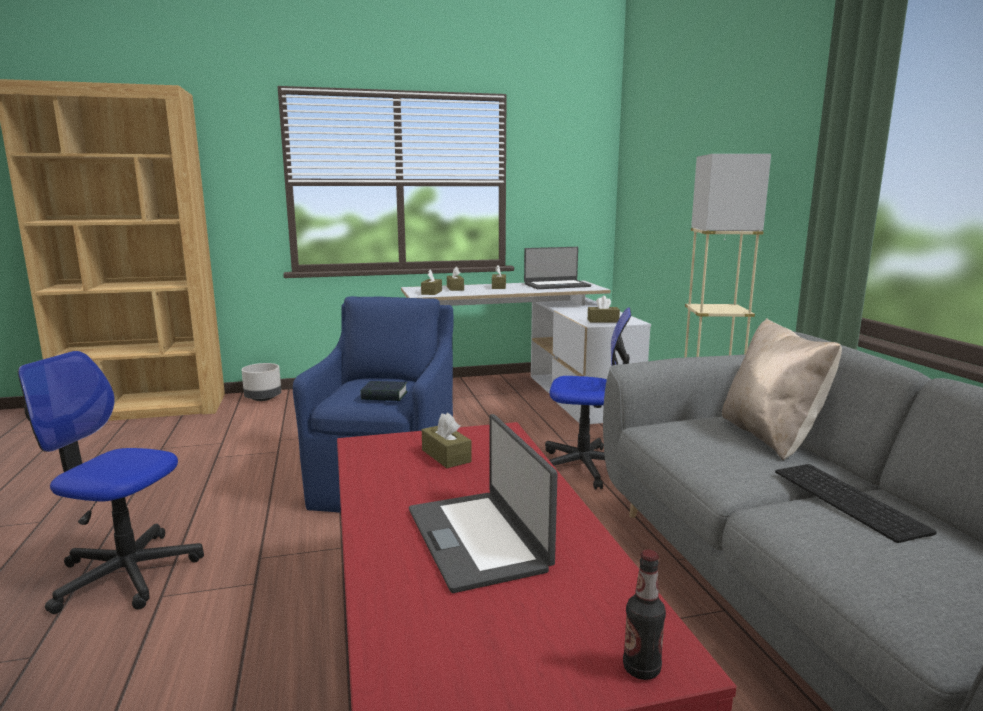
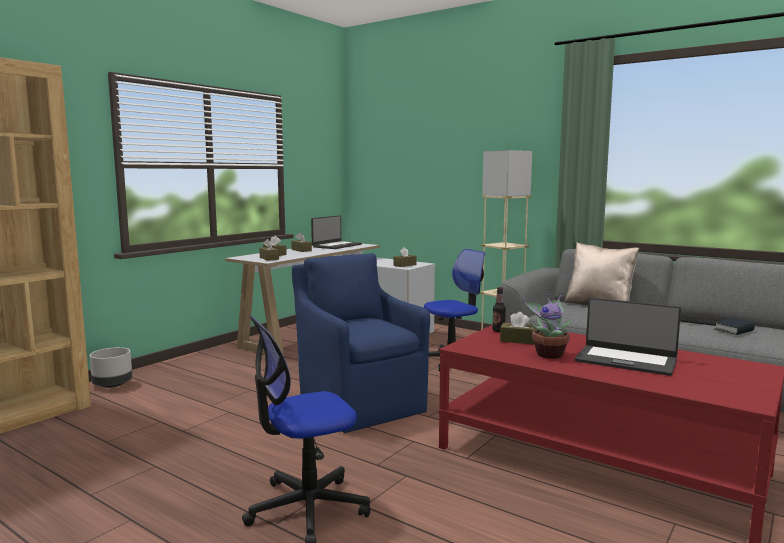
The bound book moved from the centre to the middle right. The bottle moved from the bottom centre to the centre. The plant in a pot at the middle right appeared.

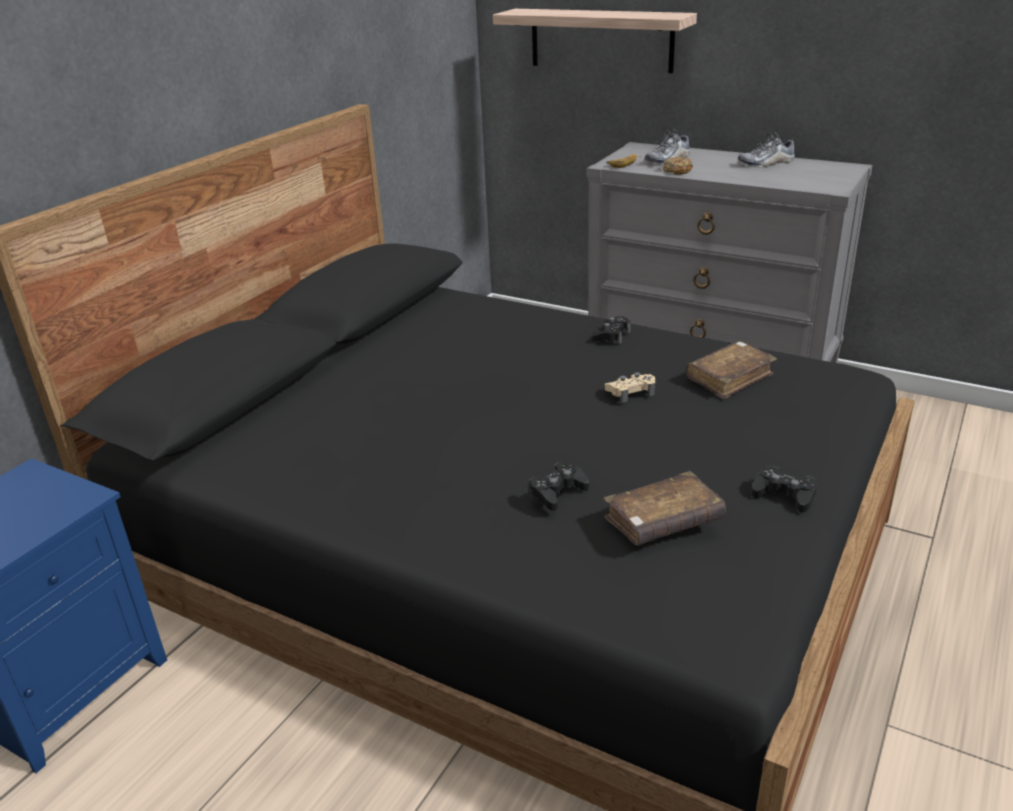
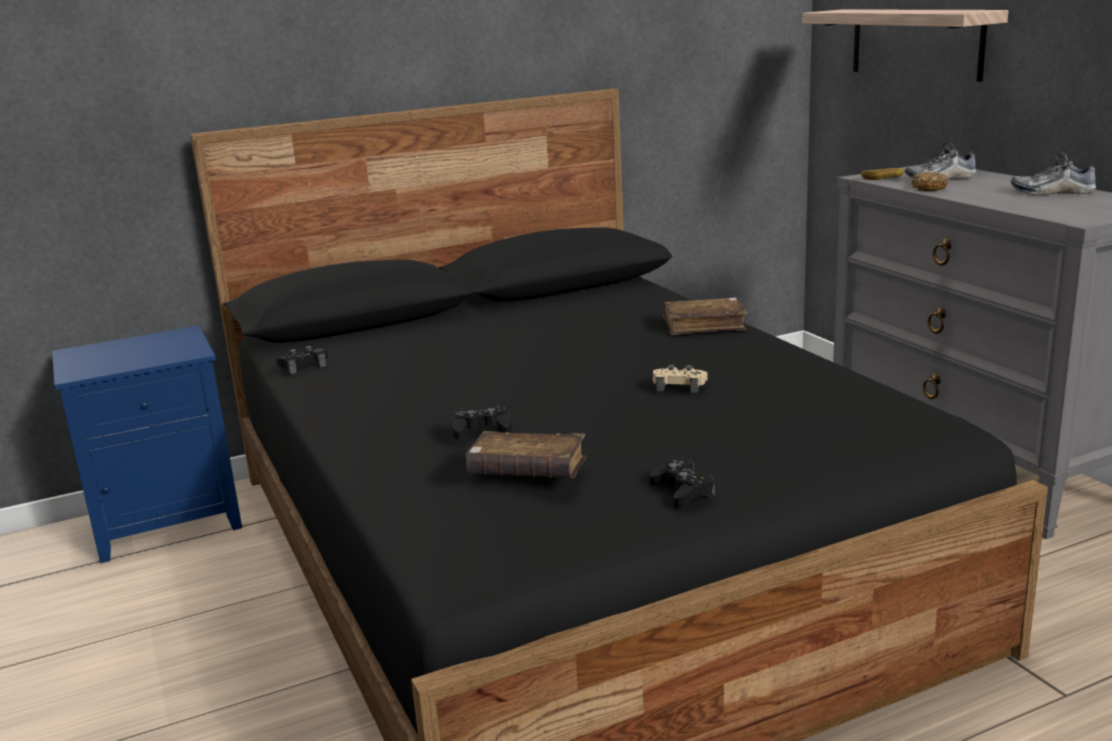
The blackish gamepad (no. 2 from left in the first image) moved from the centre to the middle left. The brown-coloured bound book (no. 2 from left) moved from the middle right to the centre.

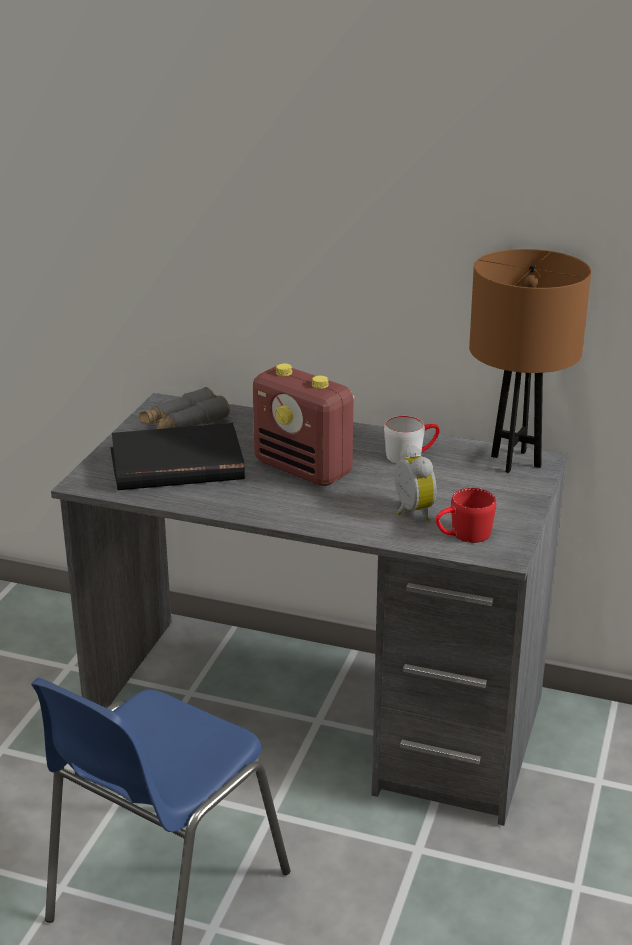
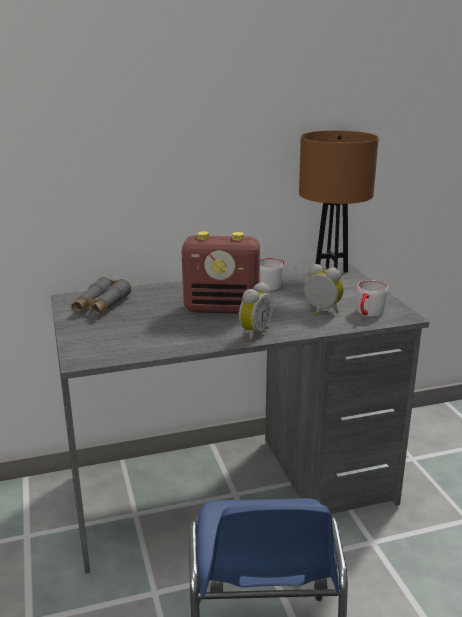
The blackish bound book at the middle left disappeared. The red coffee mug at the middle right became the grey coffee mug (no. 2 from left) at the middle right. The bedside clock (no. 1 from left) at the centre appeared.

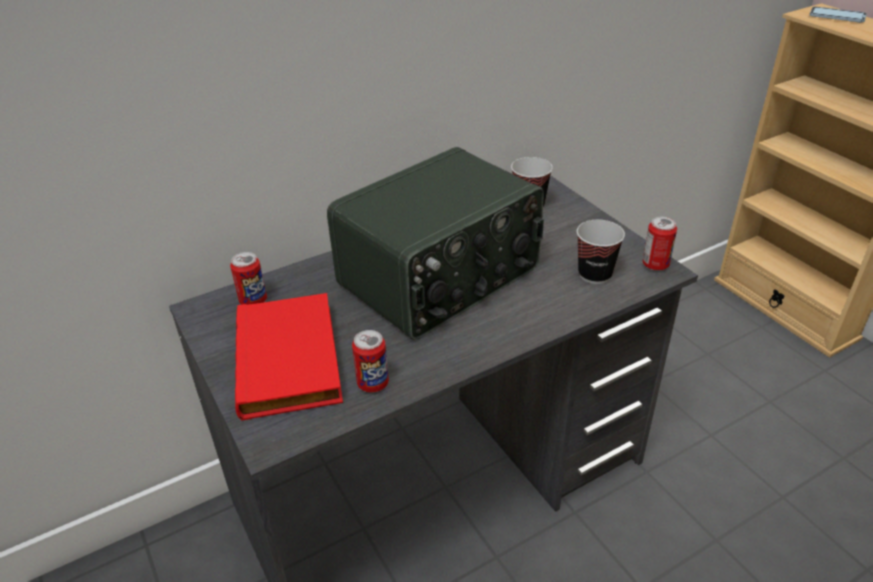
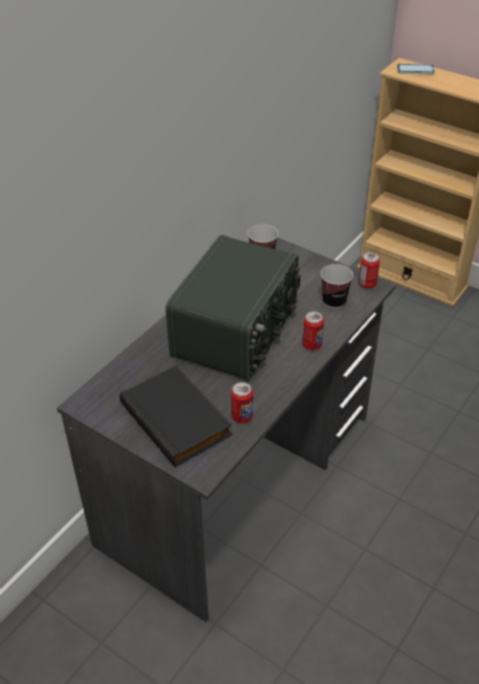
The metal can (no. 1 from left in the first image) moved from the middle left to the centre. The red bound book at the middle left became the blackish bound book at the centre.

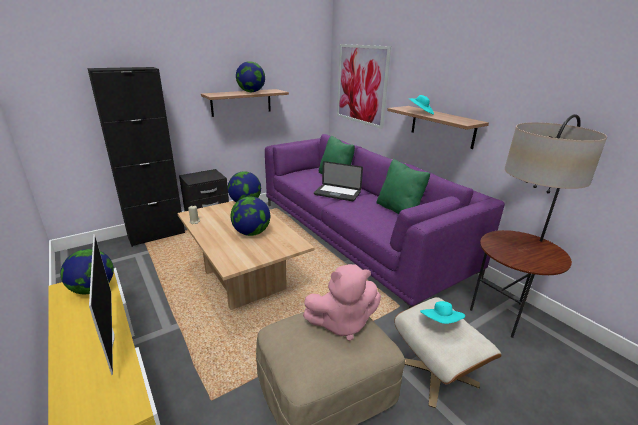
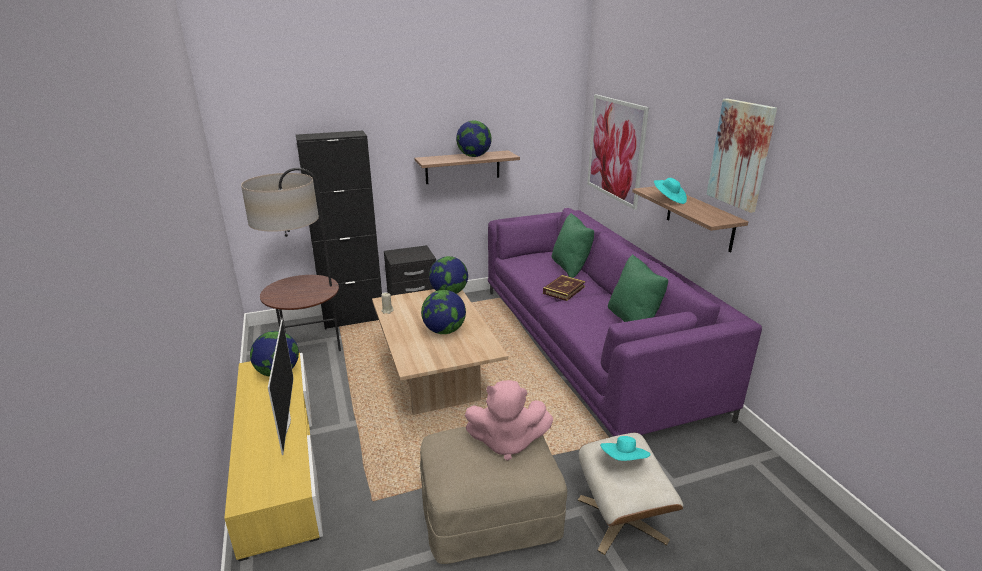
The notebook computer at the centre was replaced by the bound book at the centre. The floor lamp moved from the middle right to the middle left. The picture (no. 2 from left) at the top right appeared.

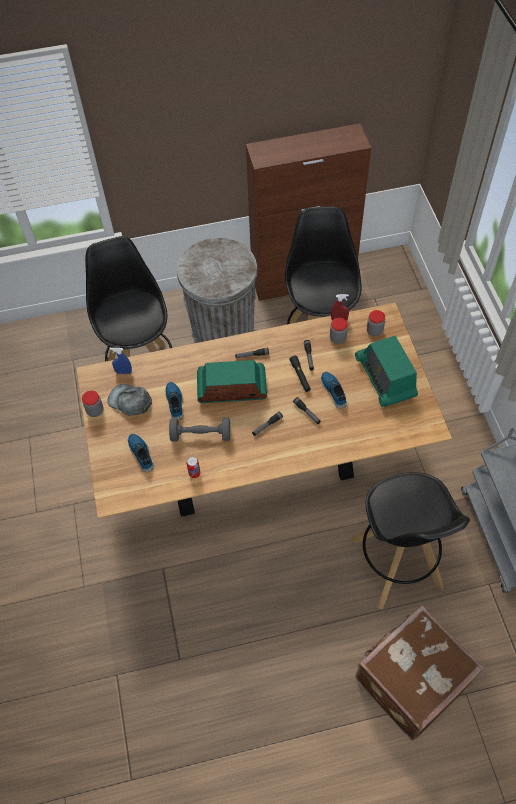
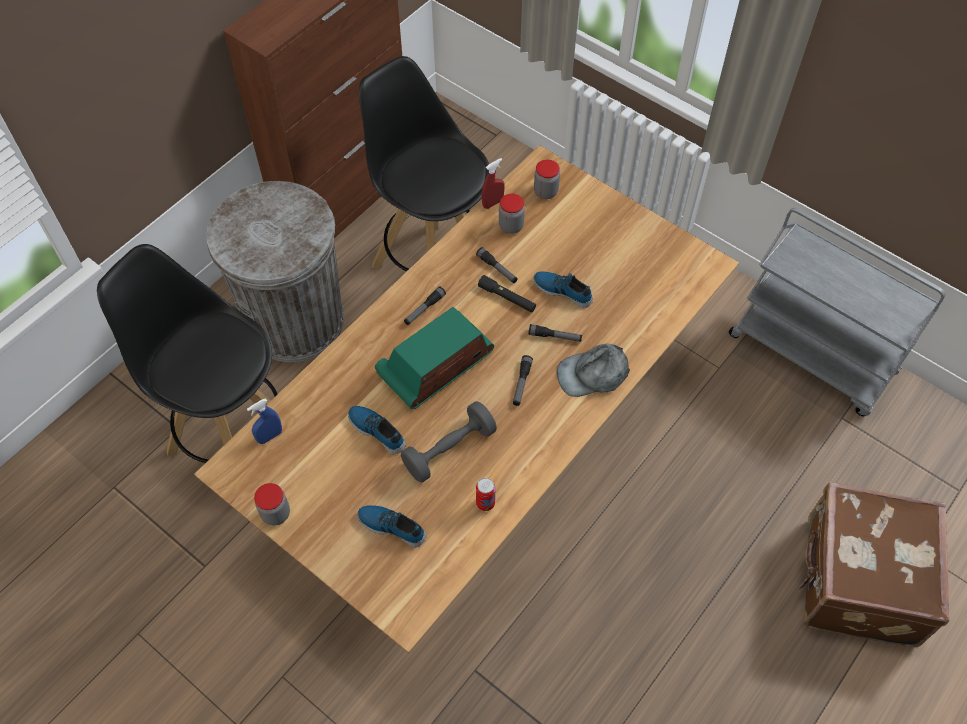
The grey cap moved from the middle left to the centre. The blackish sitting stool (no. 3 from left) at the bottom right disappeared. The radio (no. 2 from left) at the middle right disappeared.

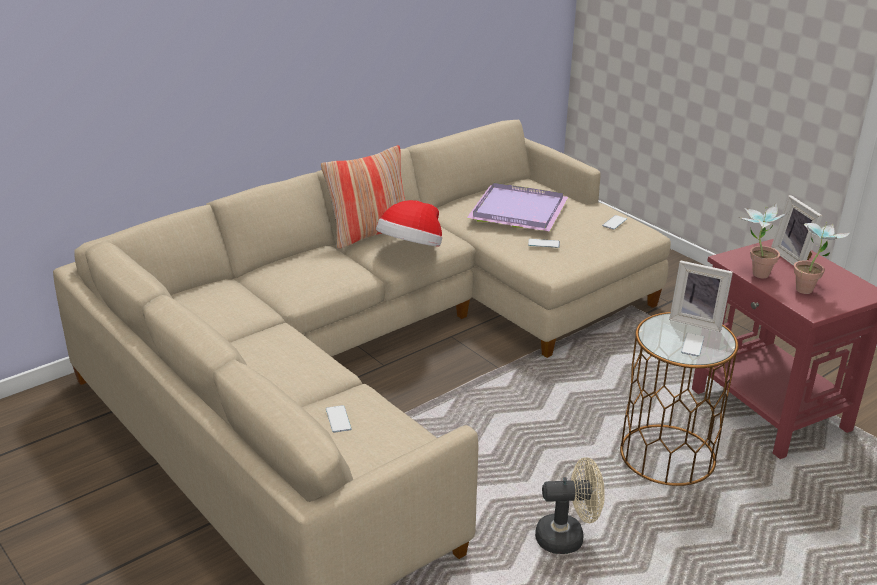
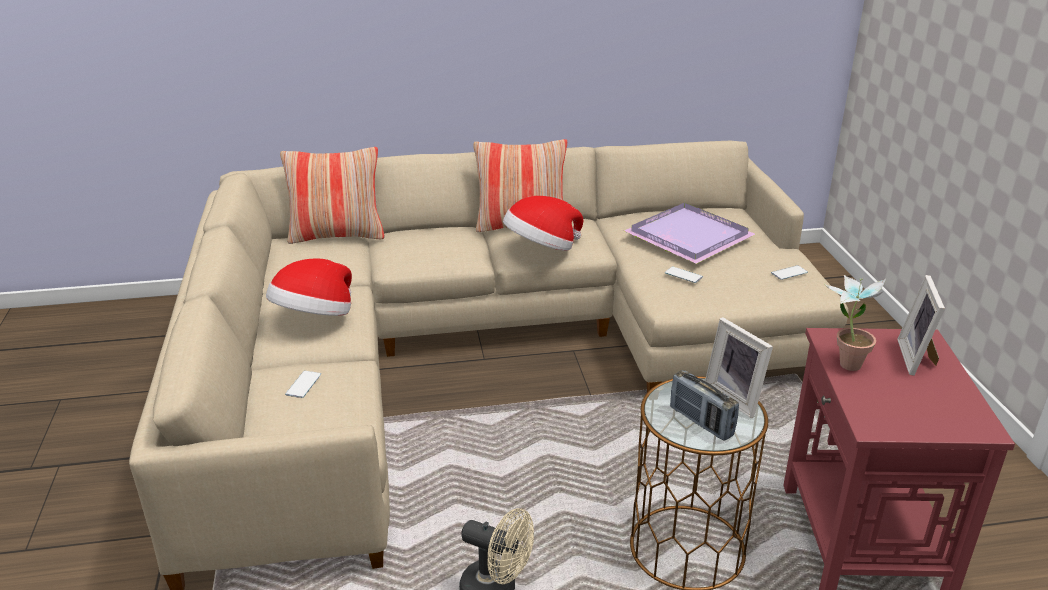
The handset (no. 4 from left) at the middle right was replaced by the radio at the bottom right. The plant in a pot (no. 2 from left) at the middle right disappeared. The clothing hat (no. 1 from left) at the middle left appeared. The pillow (no. 1 from left) at the top left appeared.

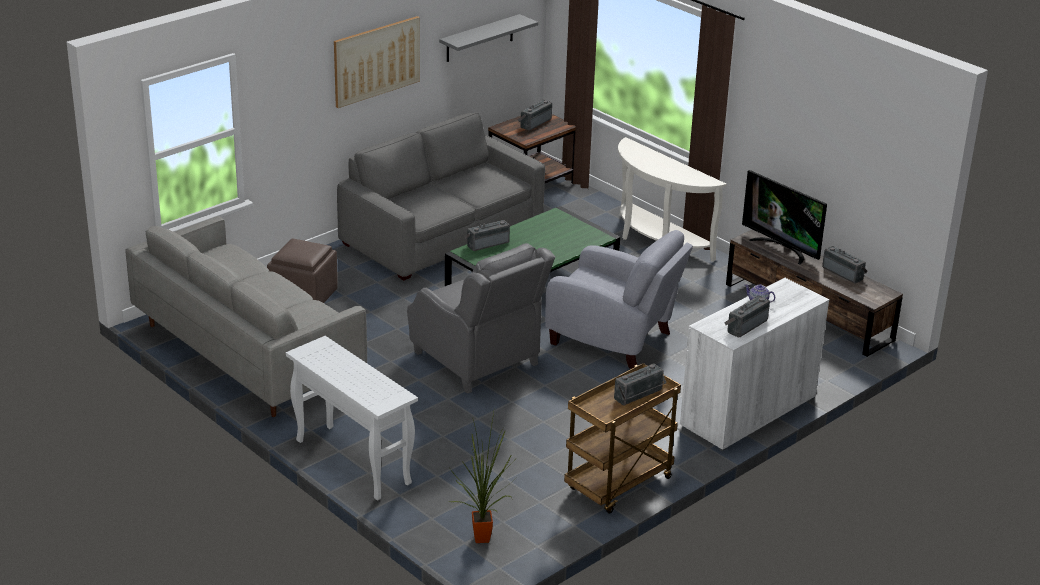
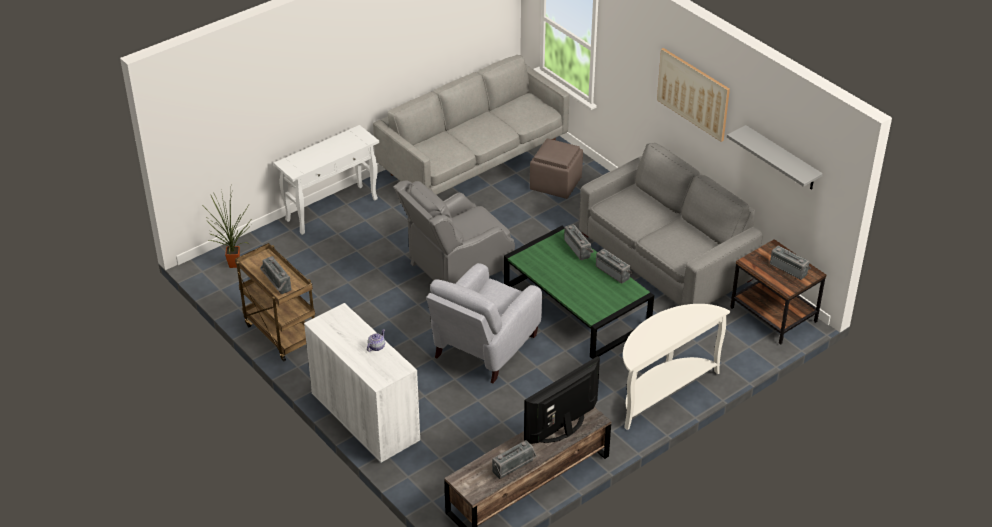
The radio (no. 4 from left) moved from the middle right to the centre.

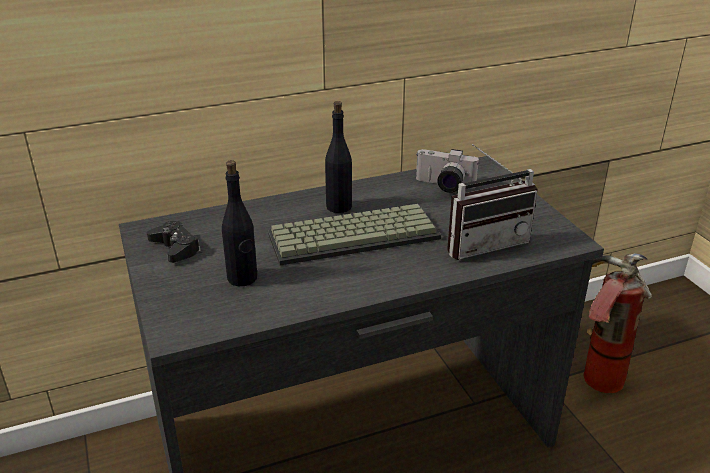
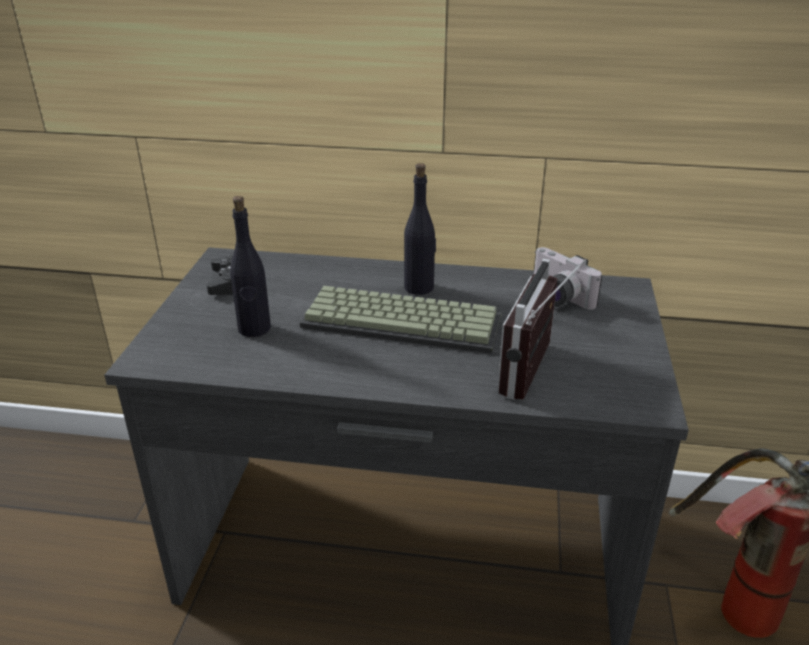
The radio at the middle right turned 105 degrees clockwise.

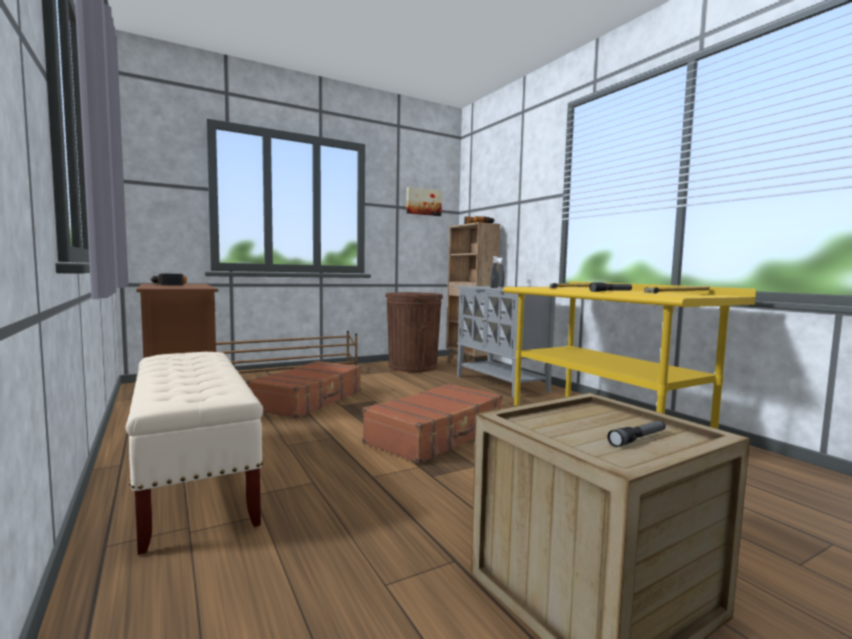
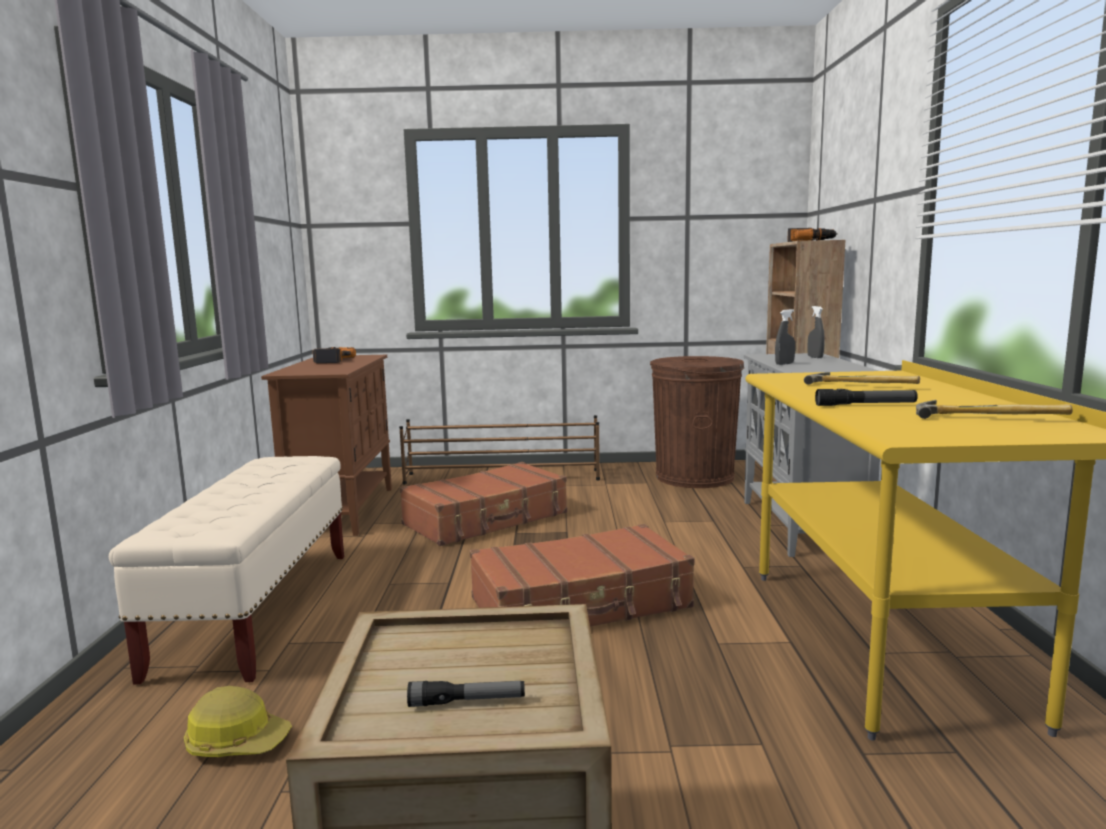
The picture at the top centre disappeared. The hard hat at the bottom left appeared.

